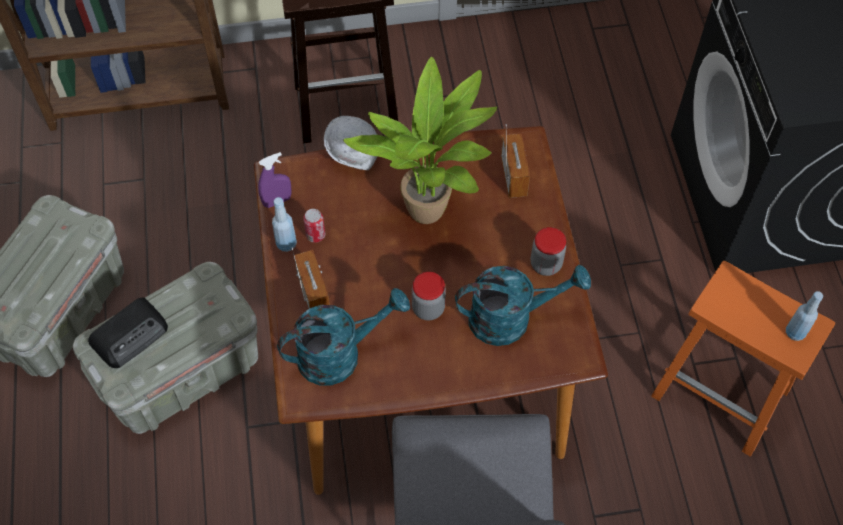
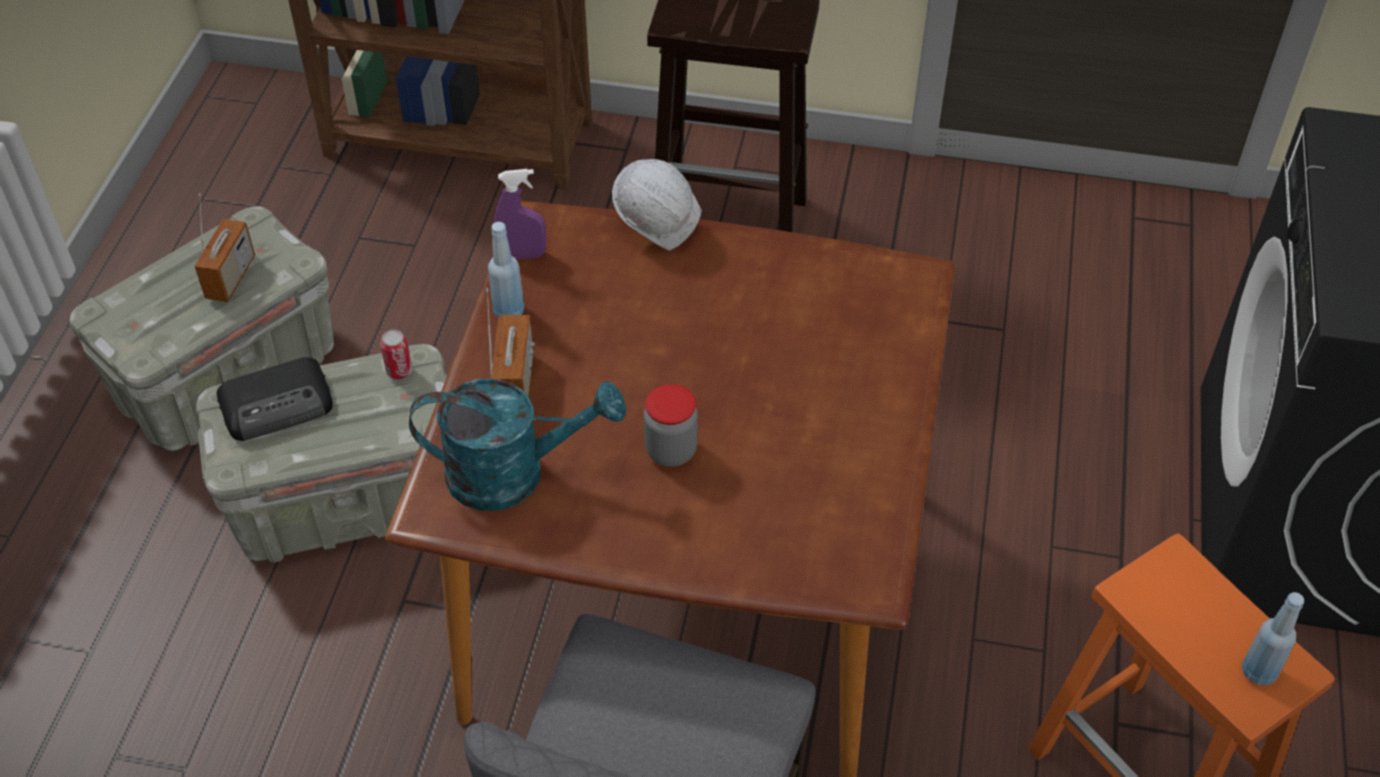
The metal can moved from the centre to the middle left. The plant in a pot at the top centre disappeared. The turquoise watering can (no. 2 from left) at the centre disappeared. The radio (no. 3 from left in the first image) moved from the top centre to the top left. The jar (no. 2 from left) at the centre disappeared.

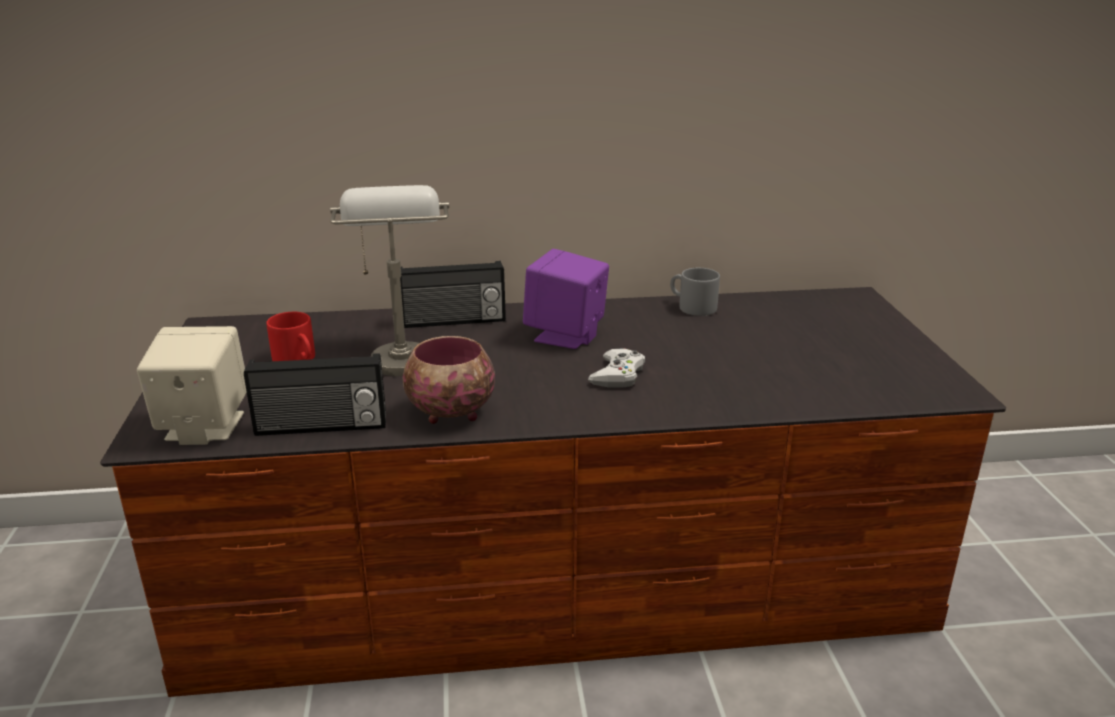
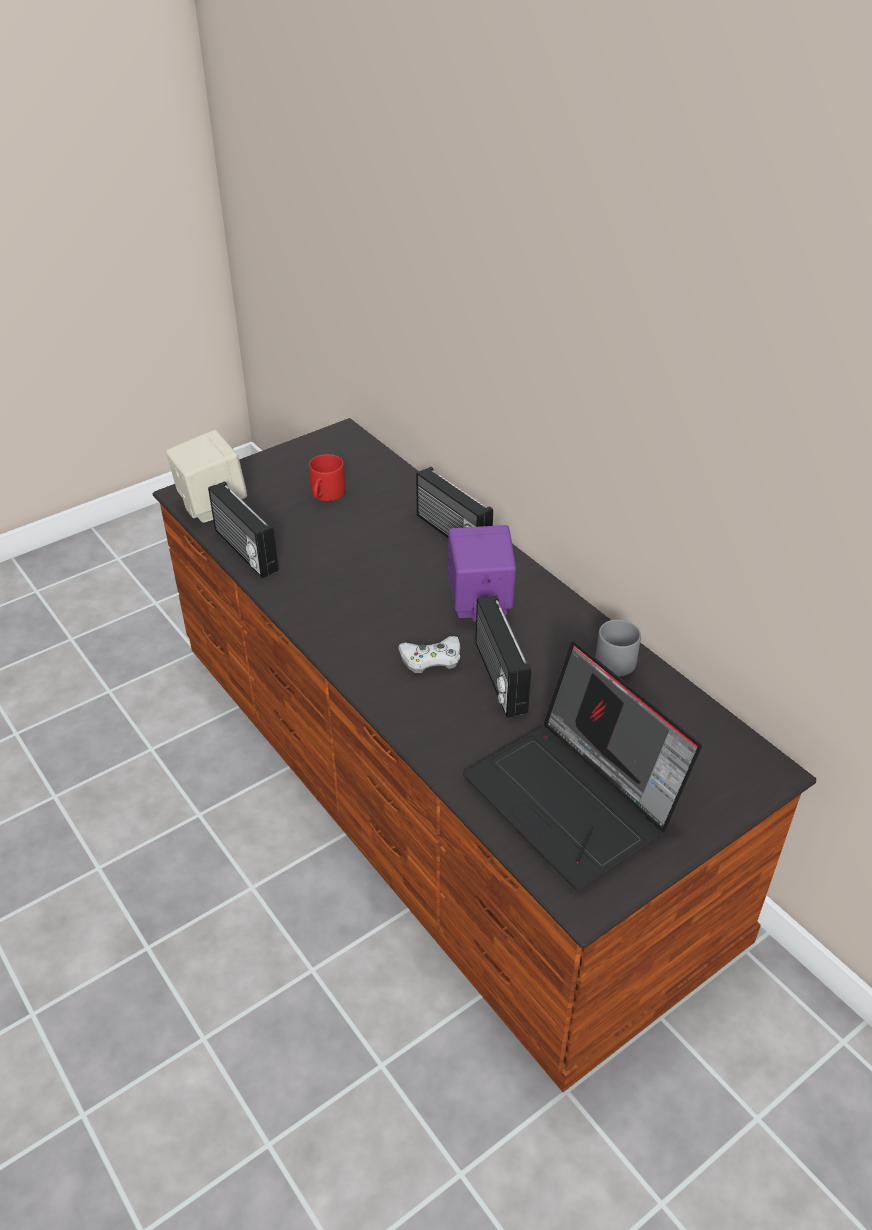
The grey table lamp at the centre disappeared. The deep dish at the centre disappeared. The notebook computer at the middle right appeared. The radio (no. 3 from left) at the centre appeared.

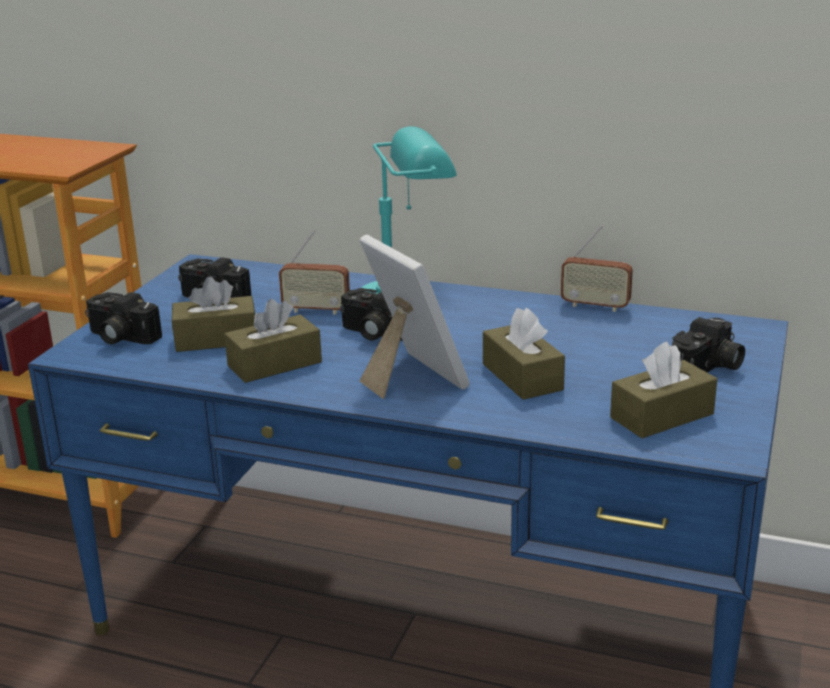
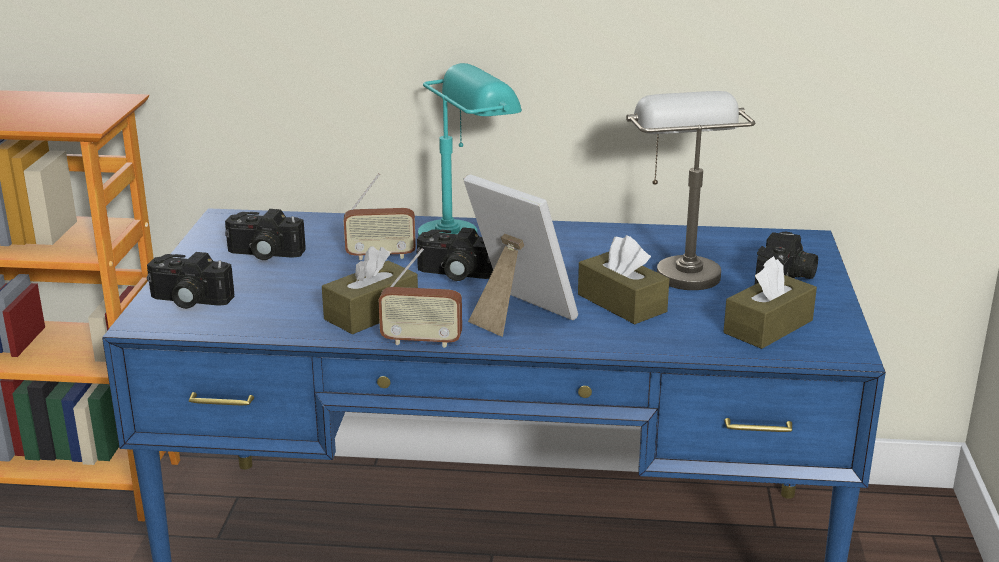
The brown-coloured tissue holder (no. 1 from left) at the middle left disappeared. The radio (no. 2 from left) moved from the middle right to the centre. The grey table lamp at the middle right appeared.

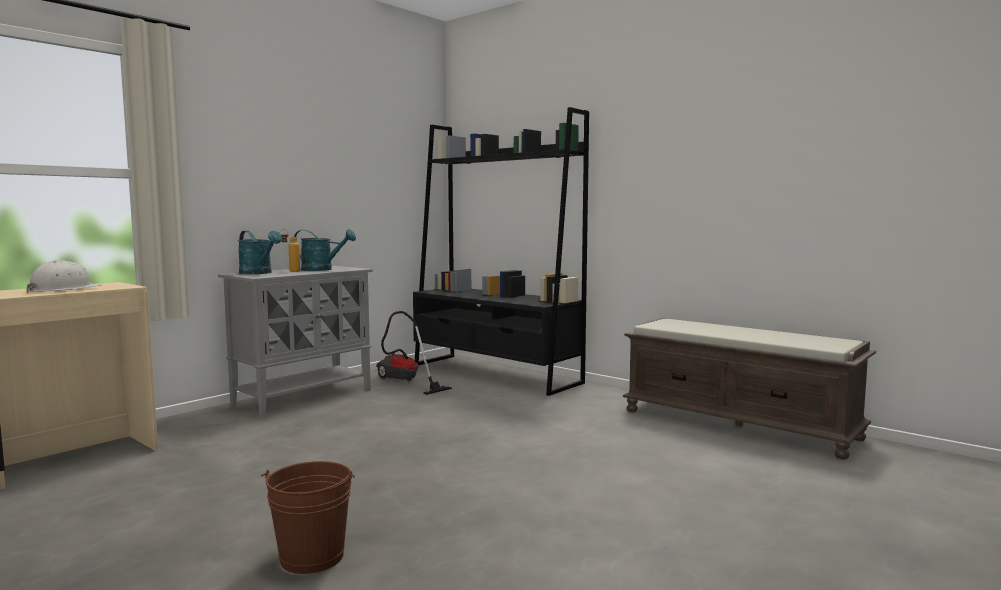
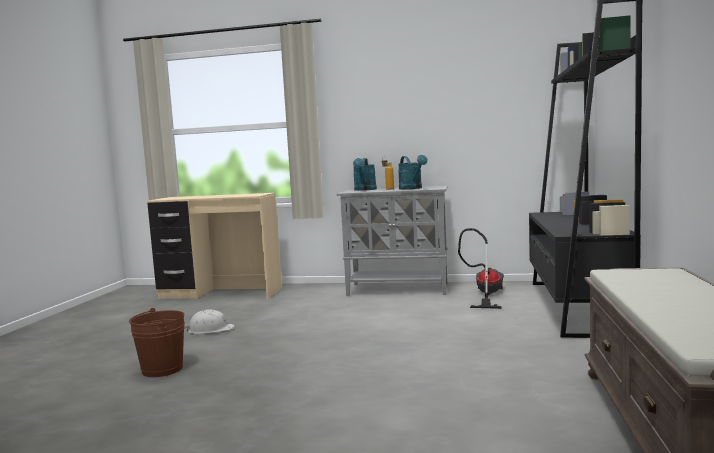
The whitish hard hat moved from the middle left to the bottom left.

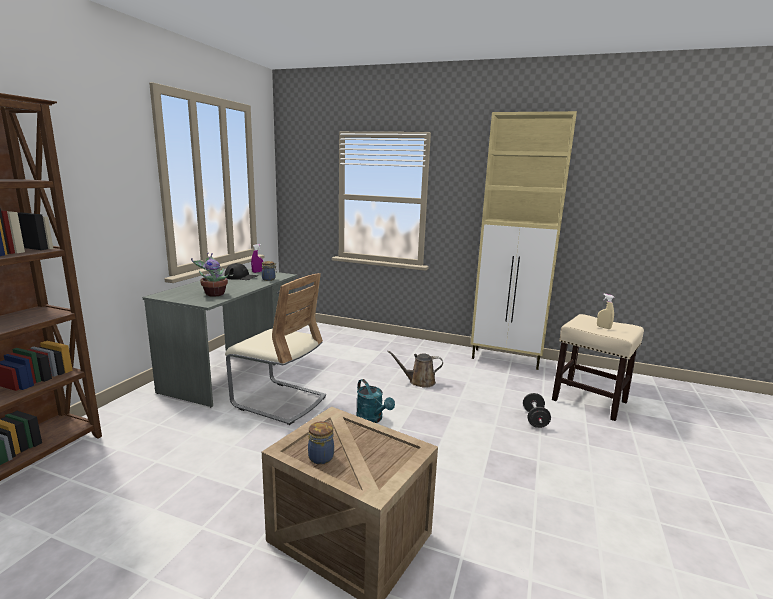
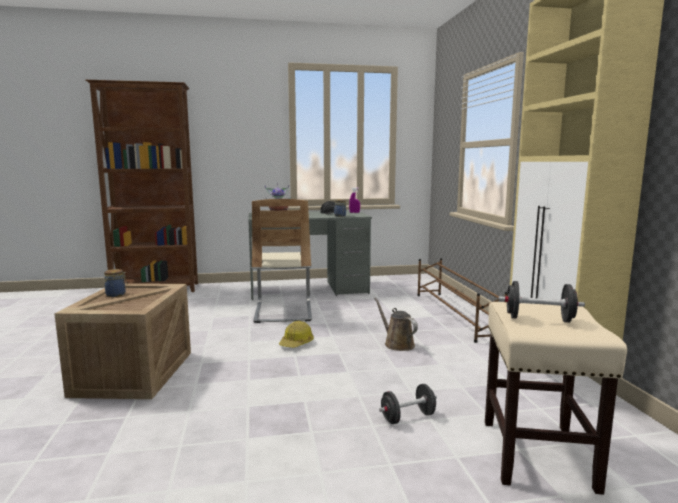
The turquoise watering can at the bottom centre was replaced by the hard hat at the centre. The sand-coloured hand sprayer at the middle right was replaced by the blackish free weight (no. 2 from left) at the middle right. The brown-coloured shoe shelf at the middle right appeared.

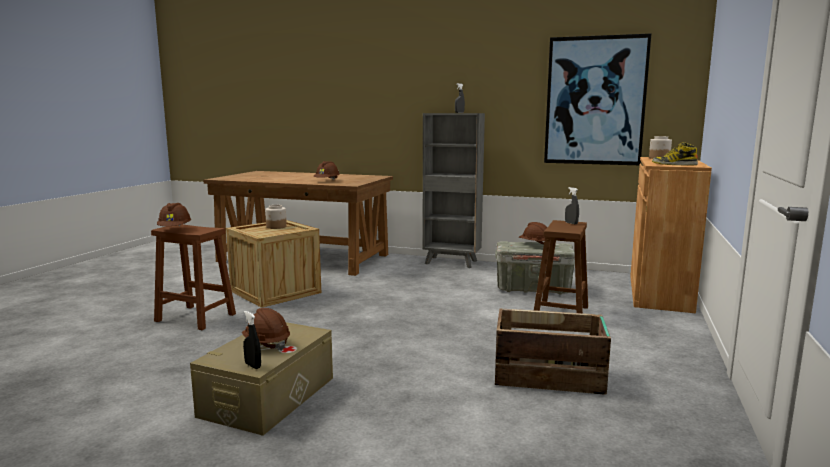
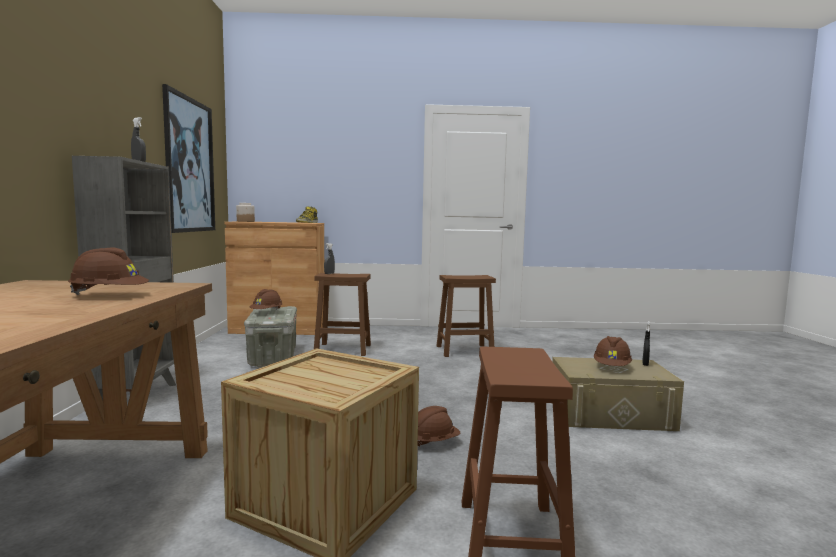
The brown-coloured hard hat (no. 1 from left in the first image) moved from the middle left to the bottom centre. The jar (no. 1 from left) at the middle left disappeared. The crate (no. 2 from left) at the bottom centre was replaced by the brown-coloured sitting stool (no. 2 from left) at the centre.

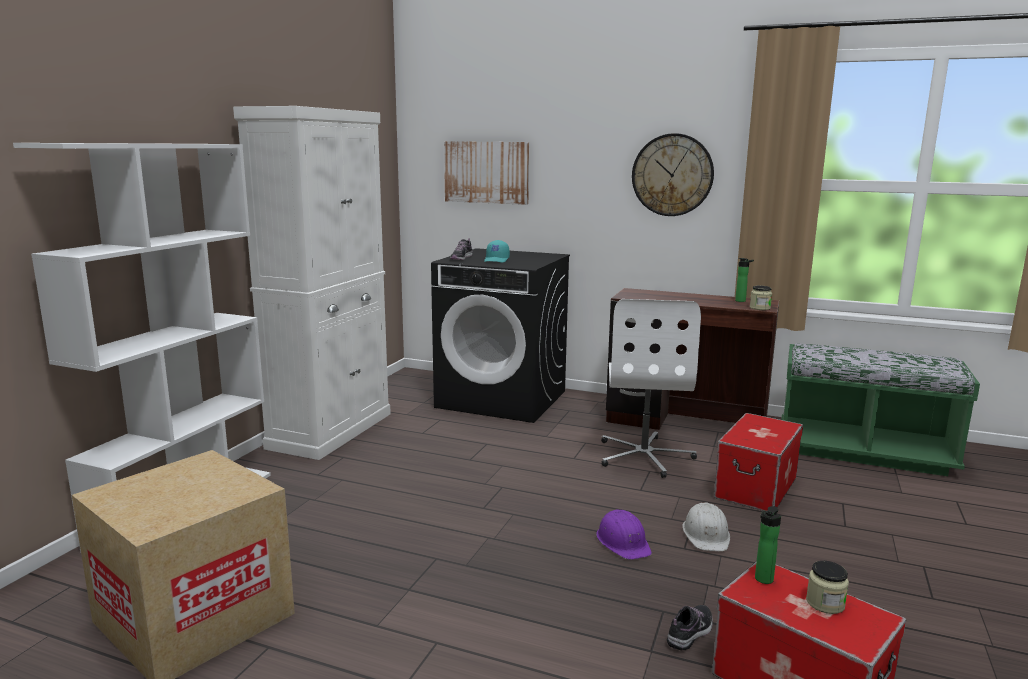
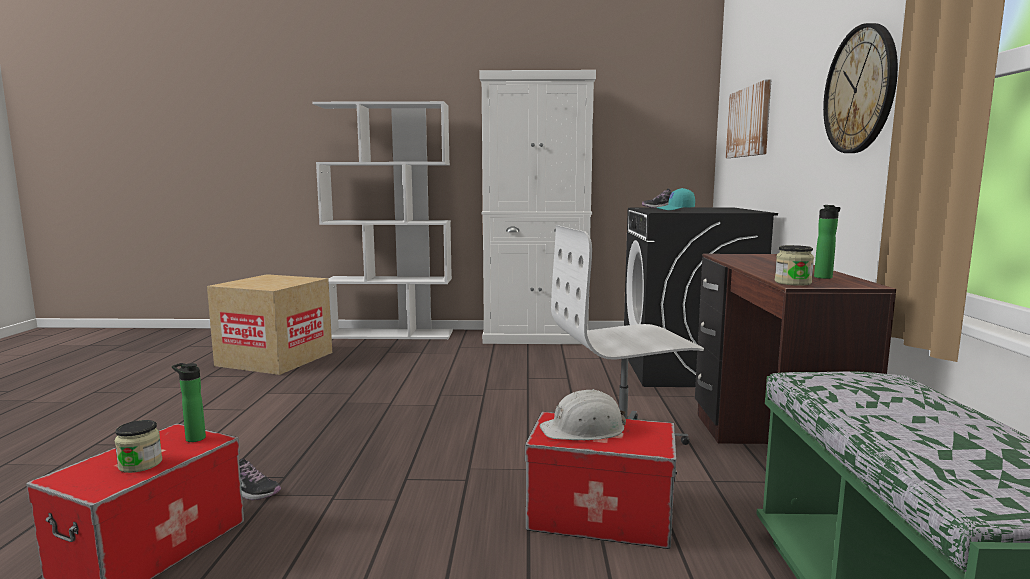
The purple hard hat at the bottom centre disappeared. The whitish hard hat moved from the bottom right to the bottom centre.

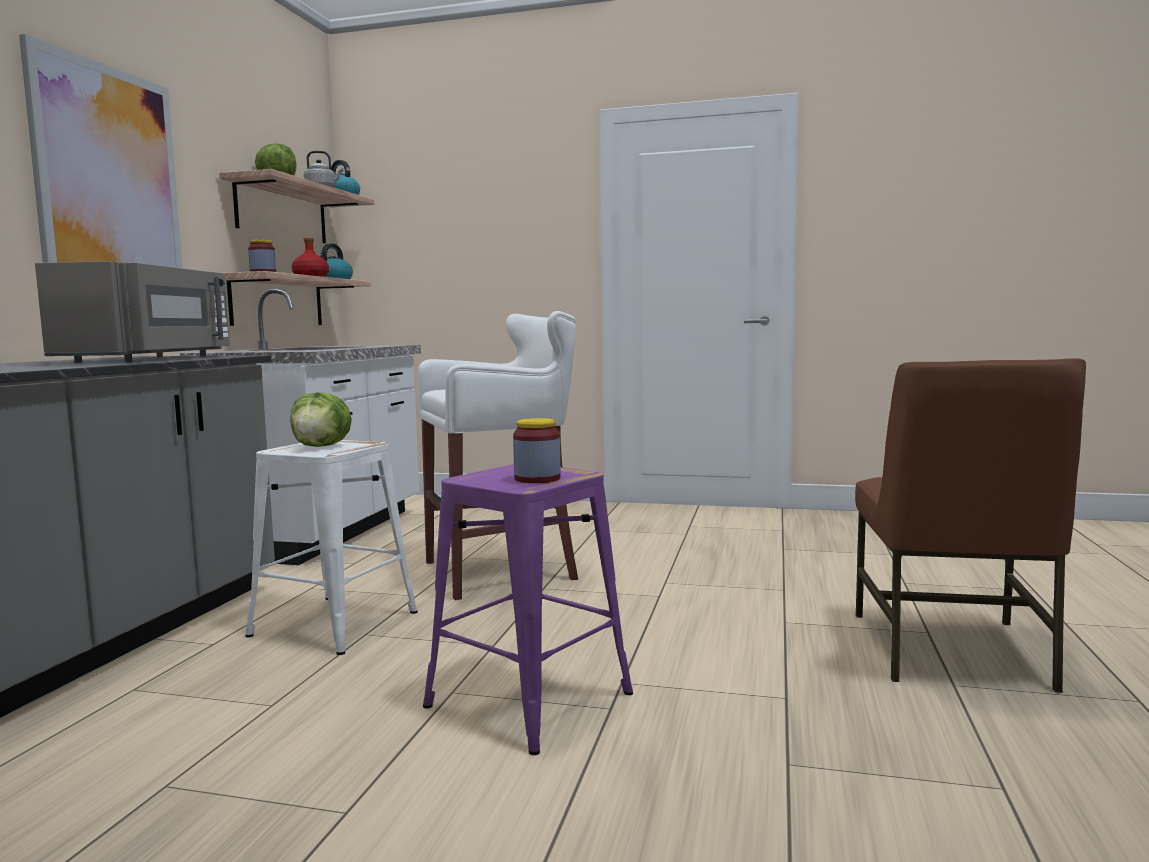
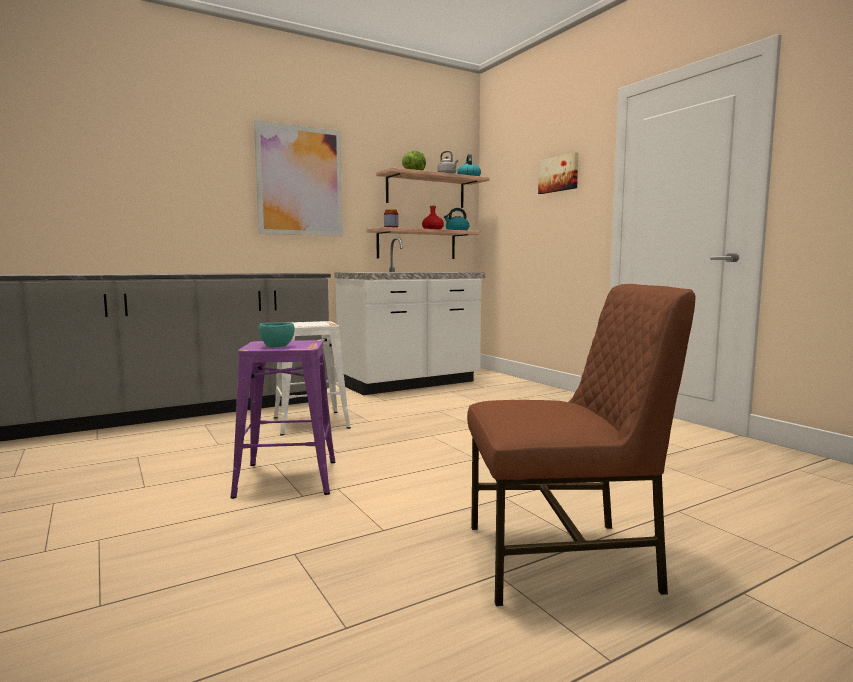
The grey microwave at the middle left disappeared. The lettuce (no. 2 from left) at the middle left disappeared. The whitish sitting stool (no. 2 from left) at the centre disappeared. The jar (no. 2 from left) at the centre was replaced by the turquoise deep dish at the middle left. The brown-coloured plain chair at the middle right turned 150 degrees counterclockwise. The picture (no. 2 from left) at the top centre appeared.

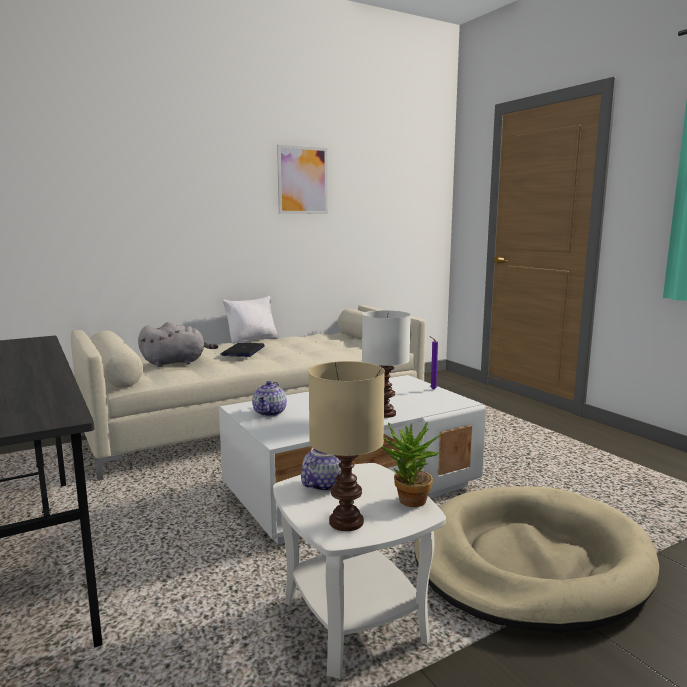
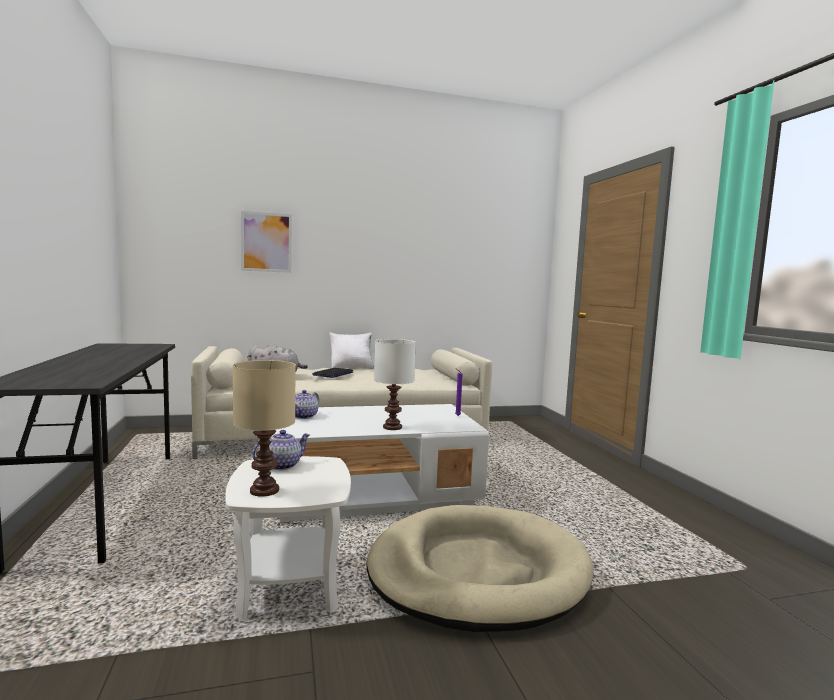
The picture moved from the top centre to the middle left. The plant in a pot at the bottom centre disappeared.

